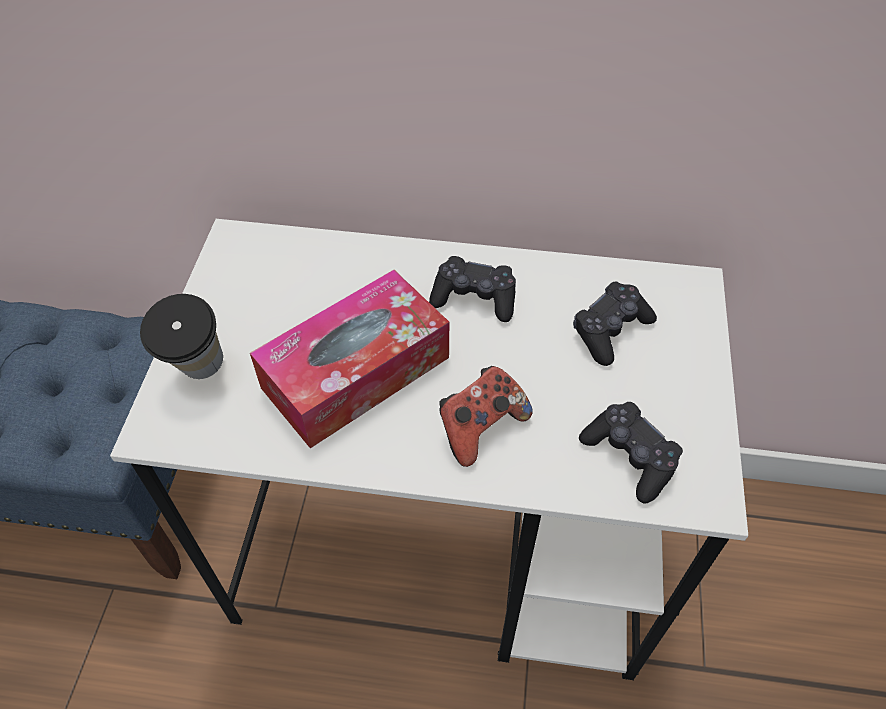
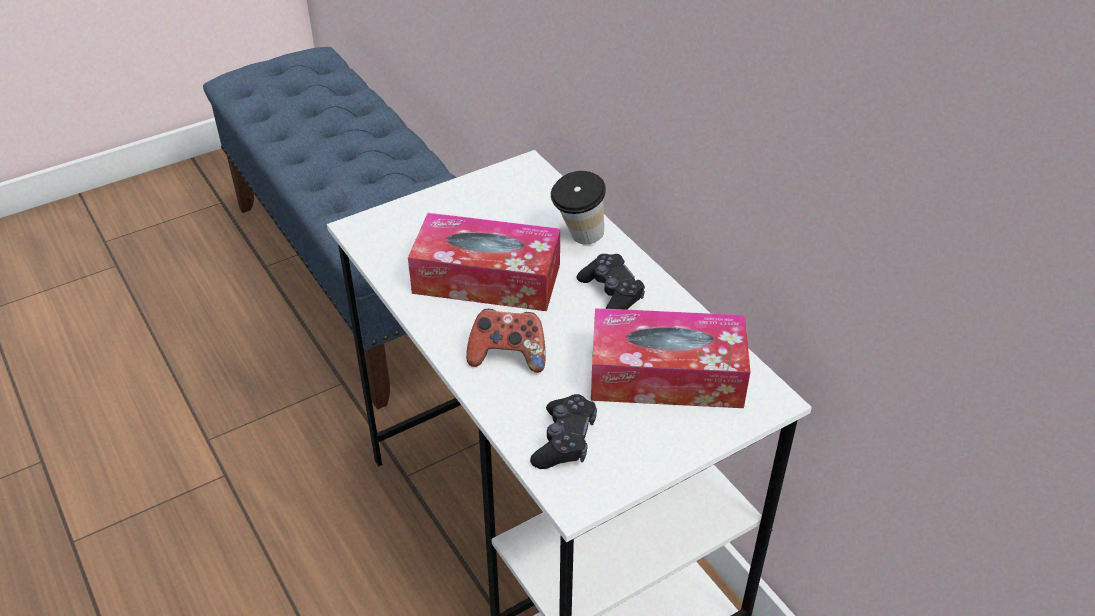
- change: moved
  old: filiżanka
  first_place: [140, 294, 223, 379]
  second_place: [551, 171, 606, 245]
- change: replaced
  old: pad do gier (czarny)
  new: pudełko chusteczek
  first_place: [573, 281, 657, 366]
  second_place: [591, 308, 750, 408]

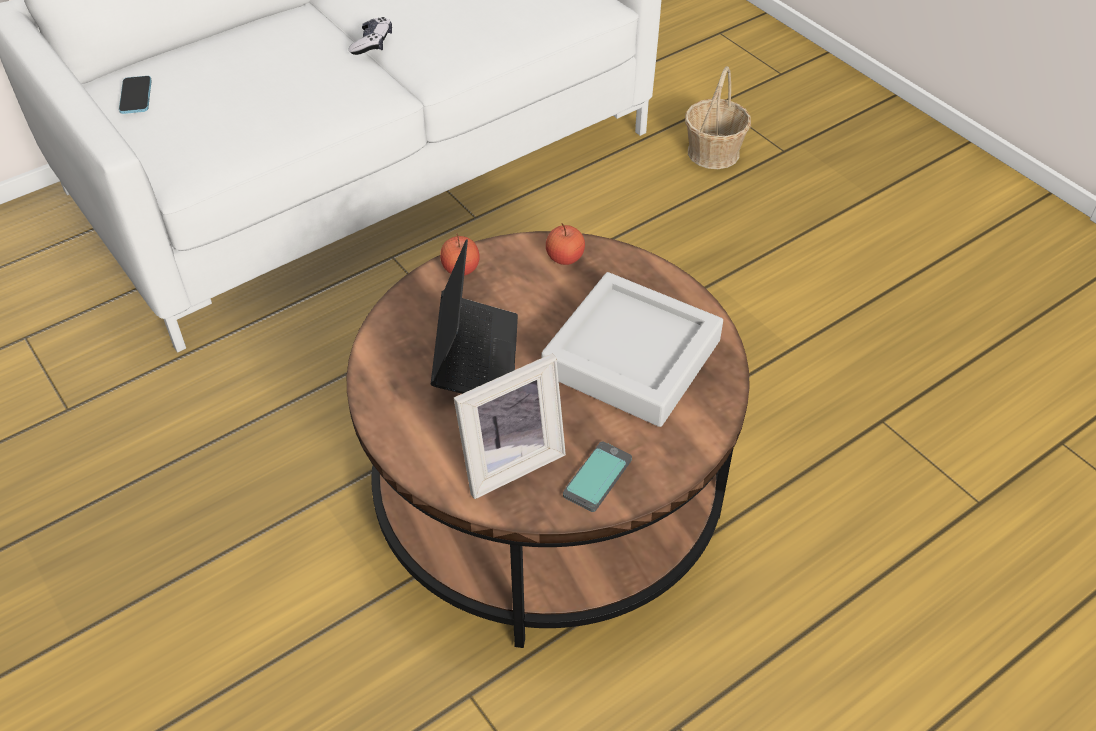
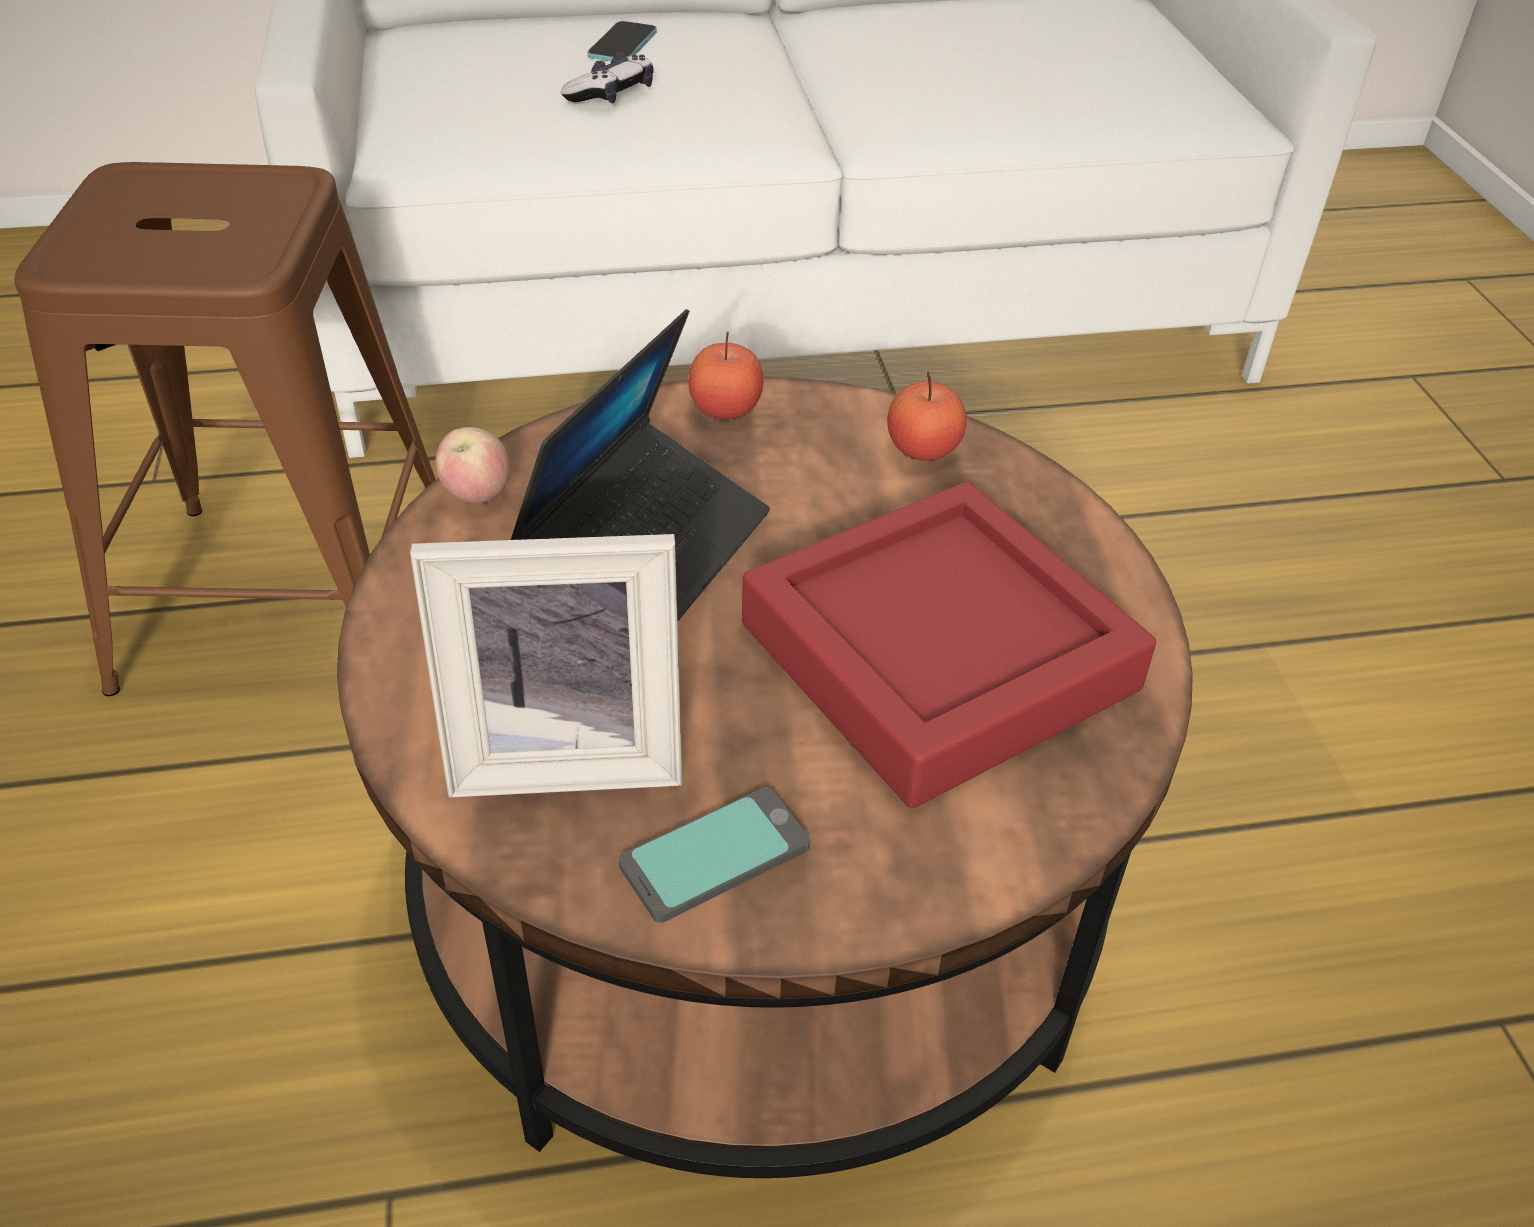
- change: removed
  old: koszyk
  first_place: [685, 66, 751, 169]
- change: added
  new: stołek (brązowy)
  second_place: [14, 162, 436, 696]
- change: added
  new: jabłko
  second_place: [435, 427, 510, 503]
- change: moved
  old: telefon
  first_place: [119, 76, 152, 114]
  second_place: [588, 21, 657, 61]
- change: moved
  old: pad do gier
  first_place: [349, 17, 392, 55]
  second_place: [561, 52, 654, 103]
- change: recoloured
  old: taca (szary)
  new: taca (czerwony)
  first_place: [541, 272, 723, 427]
  second_place: [742, 481, 1156, 808]

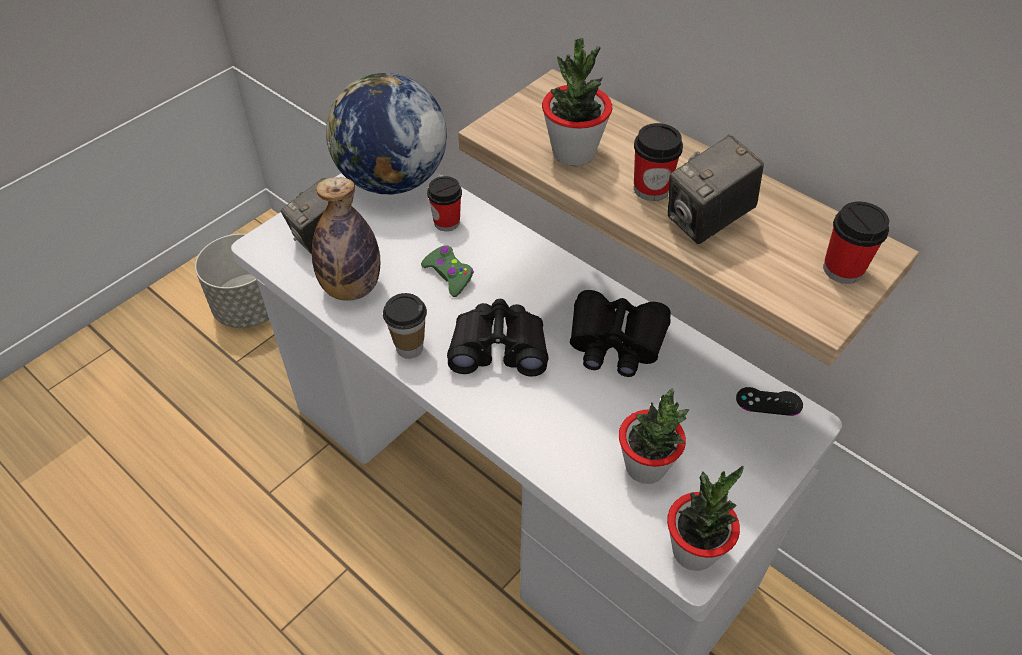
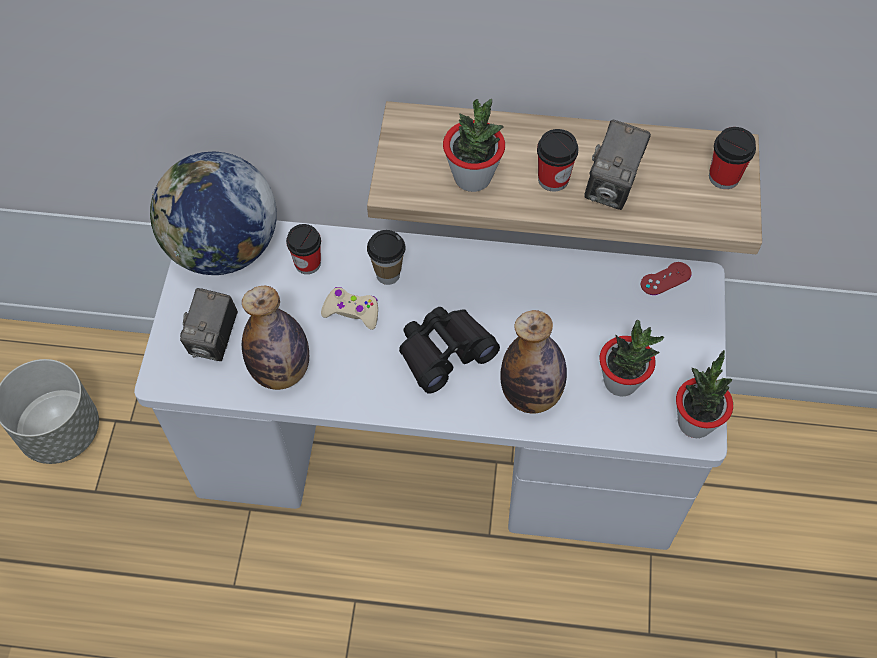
- change: removed
  old: lornetka (czarny)
  first_place: [570, 290, 671, 377]
- change: added
  new: butelka
  second_place: [500, 310, 567, 414]
- change: moved
  old: filiżanka
  first_place: [383, 293, 427, 359]
  second_place: [367, 230, 406, 285]
- change: recoloured
  old: pad do gier (zielony)
  new: pad do gier (beżowy)
  first_place: [421, 246, 474, 297]
  second_place: [321, 287, 378, 330]
- change: recoloured
  old: pad do gier (czarny)
  new: pad do gier (czerwony)
  first_place: [736, 387, 803, 416]
  second_place: [641, 262, 692, 295]

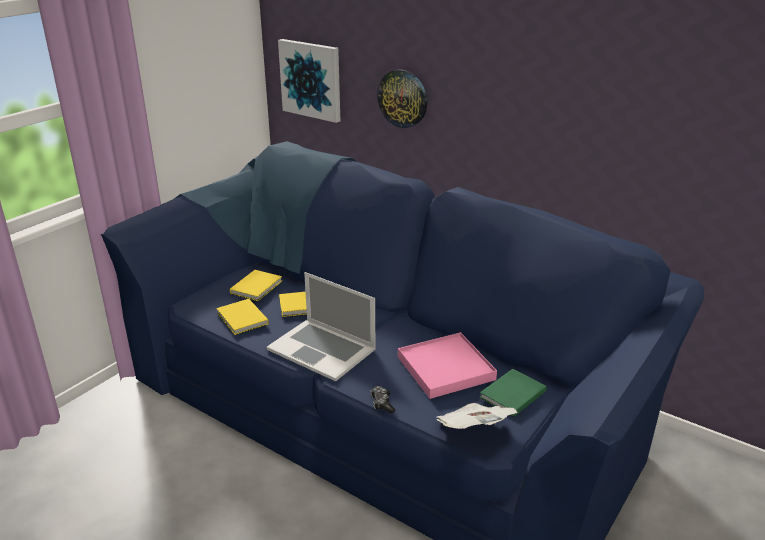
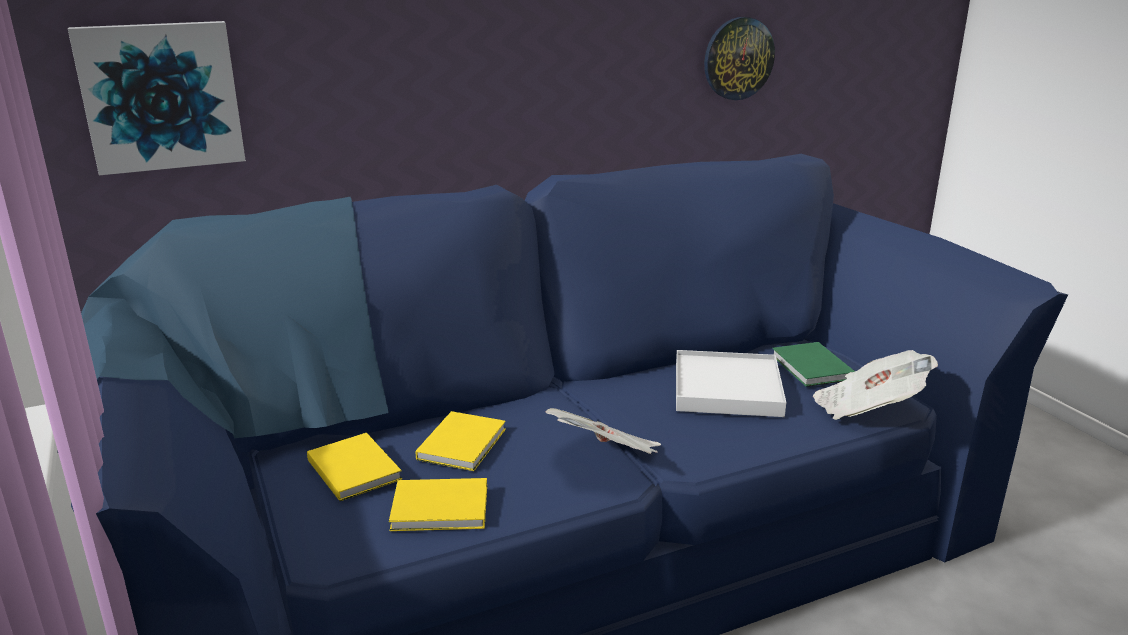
- change: removed
  old: pad do gier
  first_place: [370, 386, 395, 413]
- change: moved
  old: zegar ścienny
  first_place: [377, 69, 427, 128]
  second_place: [704, 17, 775, 100]
- change: replaced
  old: laptop
  new: gazeta
  first_place: [267, 272, 375, 381]
  second_place: [546, 408, 661, 454]
- change: recoloured
  old: taca (różowy)
  new: taca (biały)
  first_place: [398, 332, 497, 399]
  second_place: [676, 350, 786, 417]

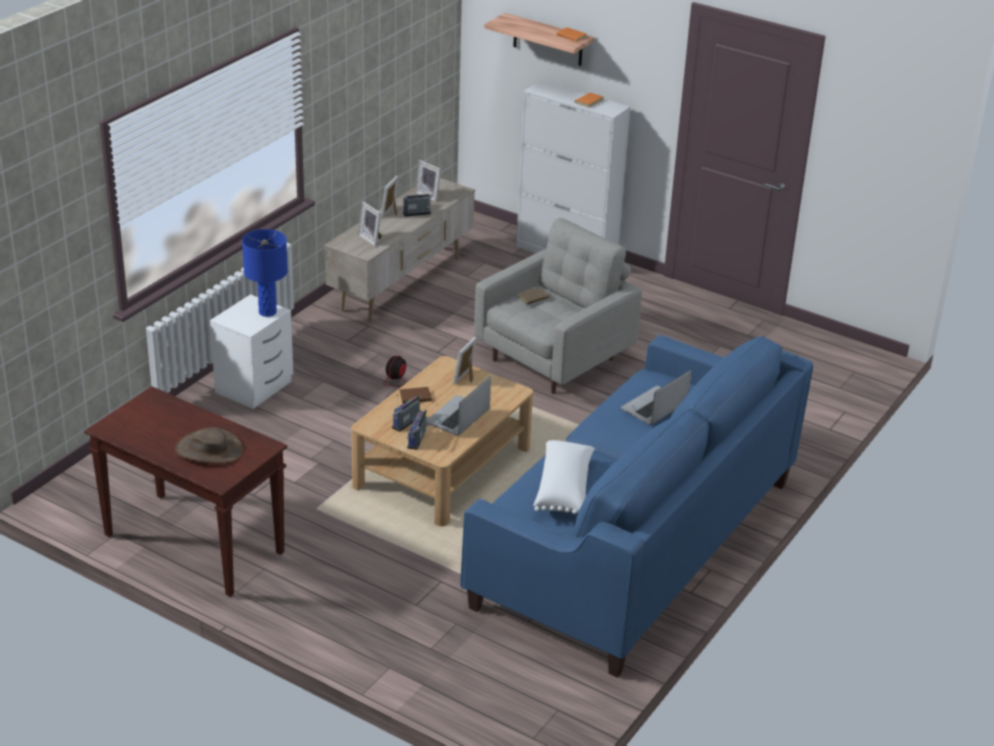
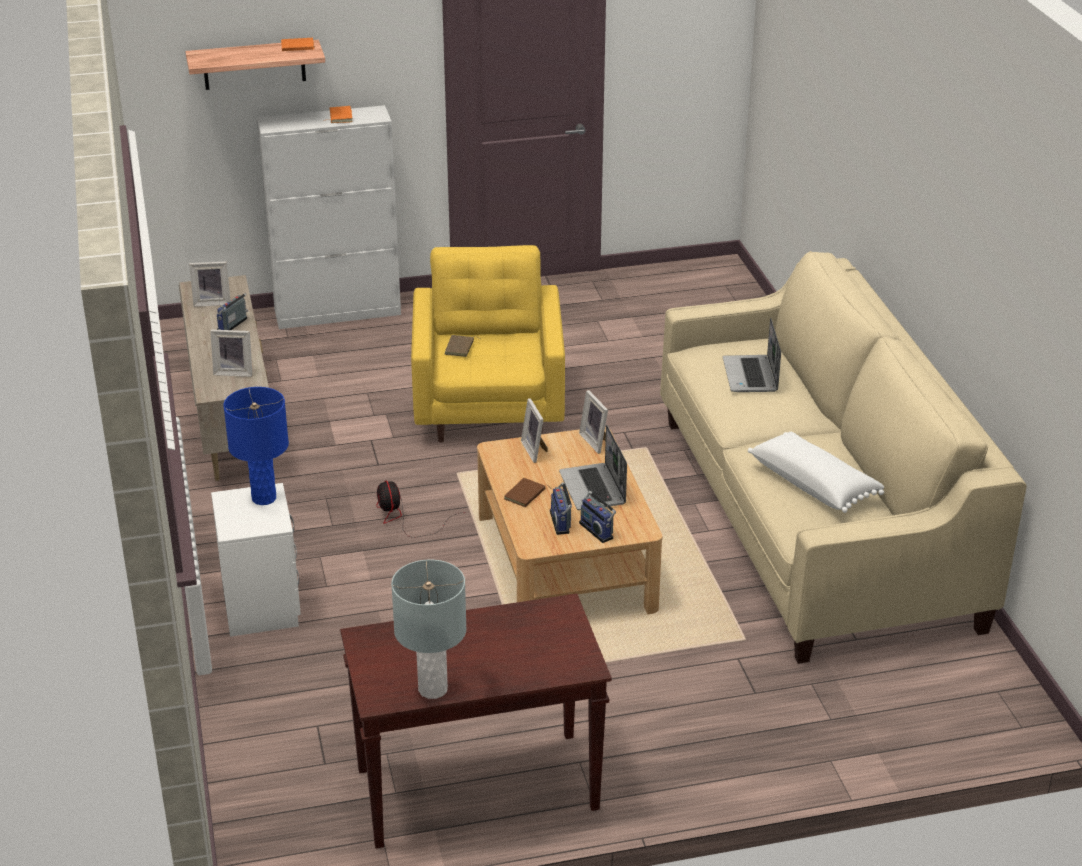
- change: removed
  old: kapelusz (brązowy)
  first_place: [175, 427, 243, 464]
- change: added
  new: lampa stołowa (szary)
  second_place: [391, 560, 467, 699]
- change: moved
  old: ramka na zdjęcie
  first_place: [381, 176, 398, 218]
  second_place: [579, 390, 608, 454]
- change: recoloured
  old: kanapa (niebieski)
  new: kanapa (beżowy)
  first_place: [460, 335, 813, 678]
  second_place: [660, 251, 1027, 664]
- change: recoloured
  old: fotel (szary)
  new: fotel (żółty)
  first_place: [474, 218, 642, 394]
  second_place: [411, 245, 565, 442]

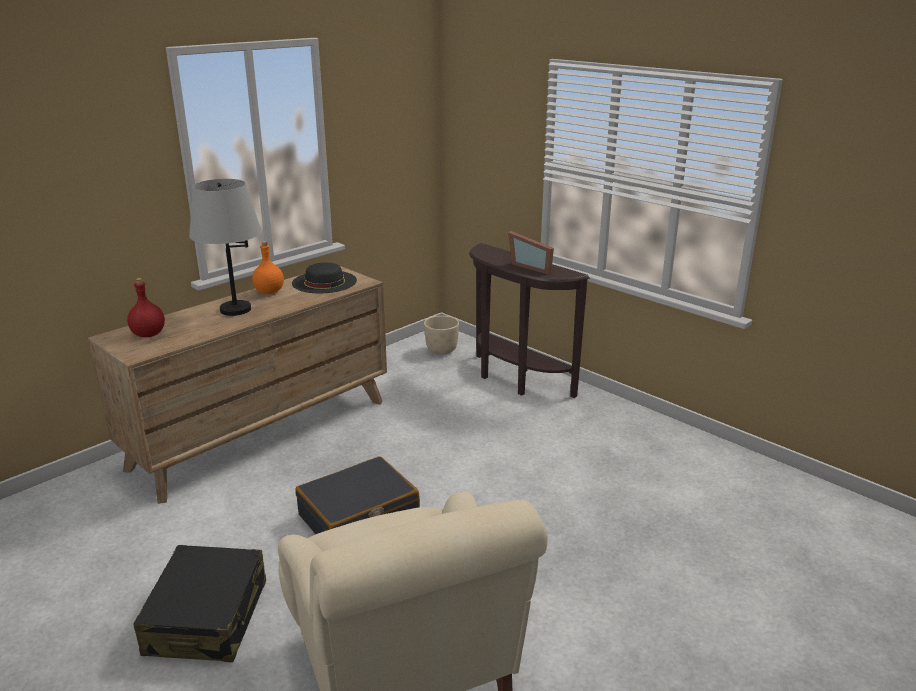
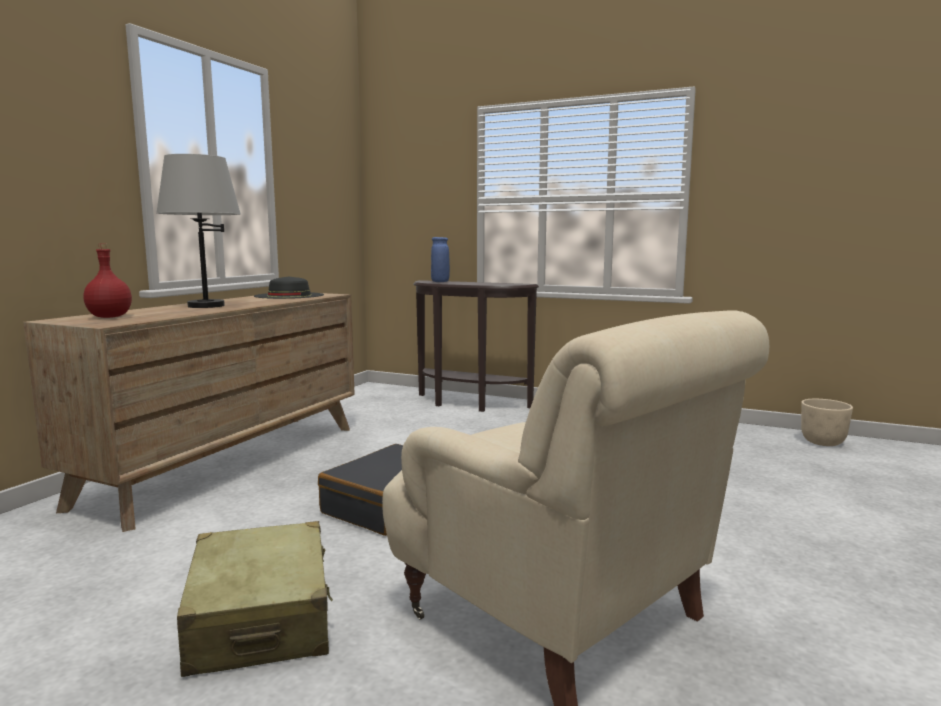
- change: removed
  old: butelka (pomarańczowy)
  first_place: [252, 241, 284, 294]
- change: removed
  old: ramka na zdjęcie
  first_place: [508, 231, 554, 274]
- change: added
  new: wazon (niebieski)
  second_place: [431, 237, 450, 282]
- change: moved
  old: donica (beżowy)
  first_place: [424, 316, 459, 355]
  second_place: [801, 399, 853, 446]
- change: recoloured
  old: walizka (czarny)
  new: walizka (beżowy)
  first_place: [133, 545, 266, 662]
  second_place: [177, 521, 333, 677]

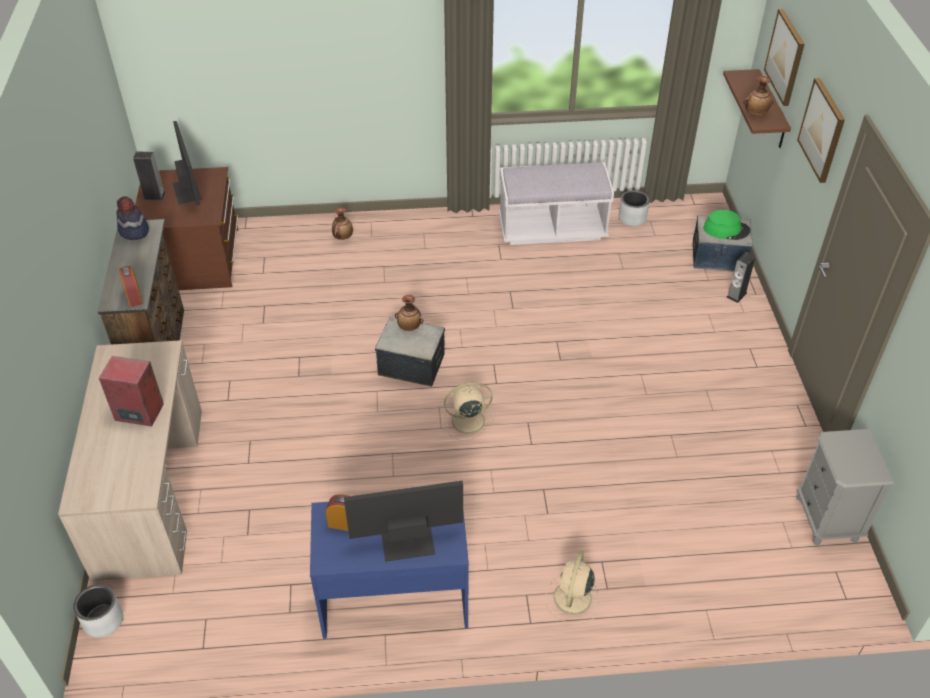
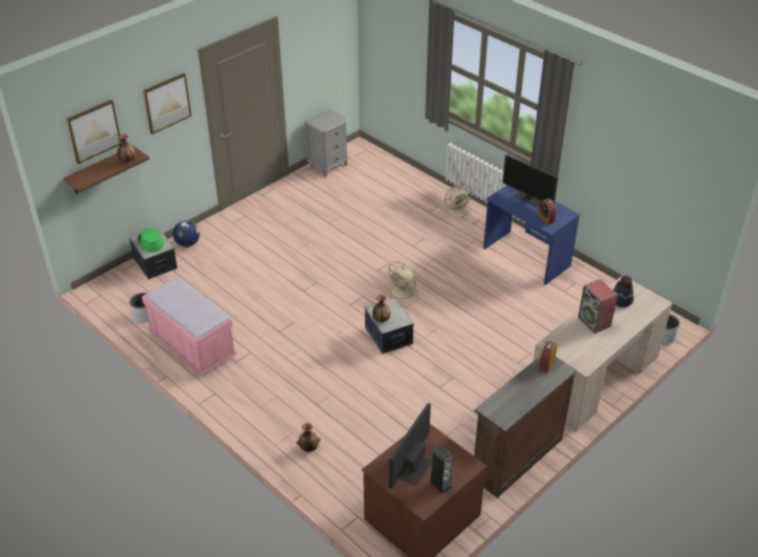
- change: moved
  old: kapelusz
  first_place: [117, 196, 149, 240]
  second_place: [613, 275, 634, 307]
- change: replaced
  old: głośnik
  new: globus
  first_place: [727, 252, 756, 303]
  second_place: [173, 221, 200, 247]
- change: recoloured
  old: ławka (biały)
  new: ławka (różowy)
  first_place: [499, 162, 614, 245]
  second_place: [142, 277, 236, 376]

